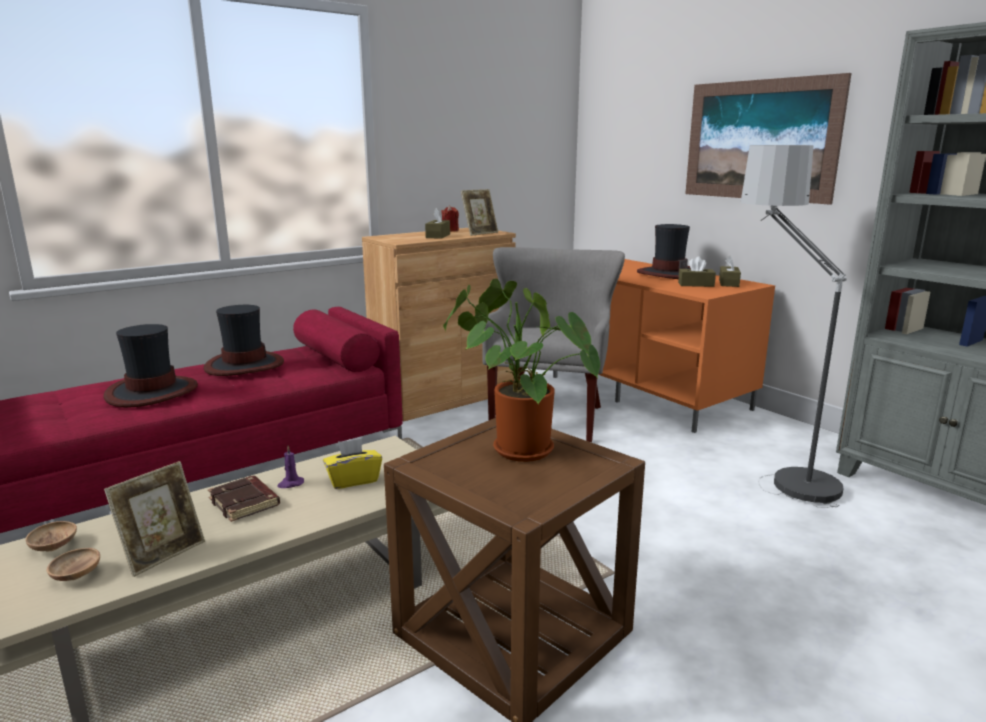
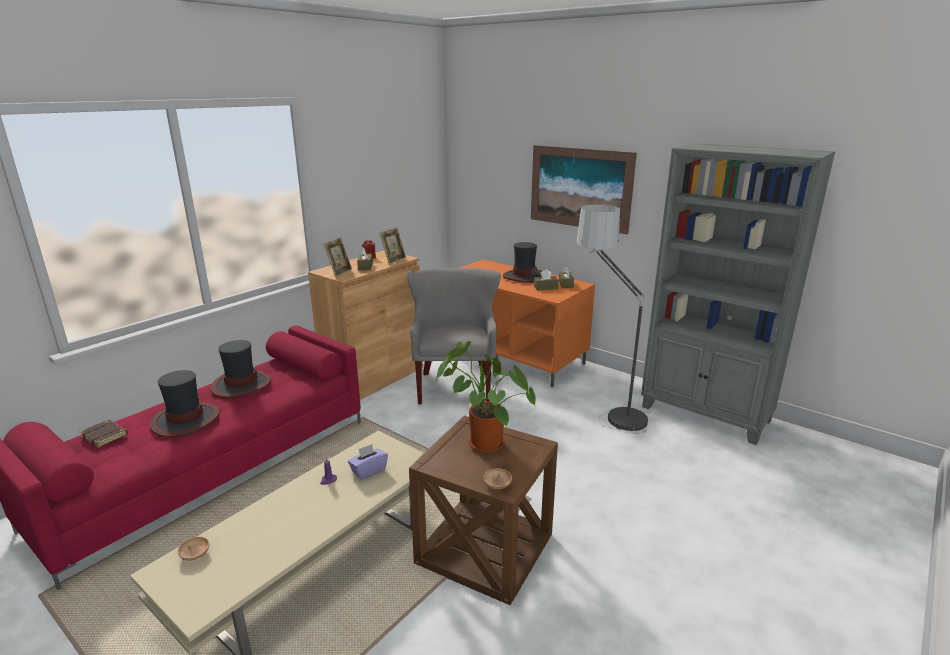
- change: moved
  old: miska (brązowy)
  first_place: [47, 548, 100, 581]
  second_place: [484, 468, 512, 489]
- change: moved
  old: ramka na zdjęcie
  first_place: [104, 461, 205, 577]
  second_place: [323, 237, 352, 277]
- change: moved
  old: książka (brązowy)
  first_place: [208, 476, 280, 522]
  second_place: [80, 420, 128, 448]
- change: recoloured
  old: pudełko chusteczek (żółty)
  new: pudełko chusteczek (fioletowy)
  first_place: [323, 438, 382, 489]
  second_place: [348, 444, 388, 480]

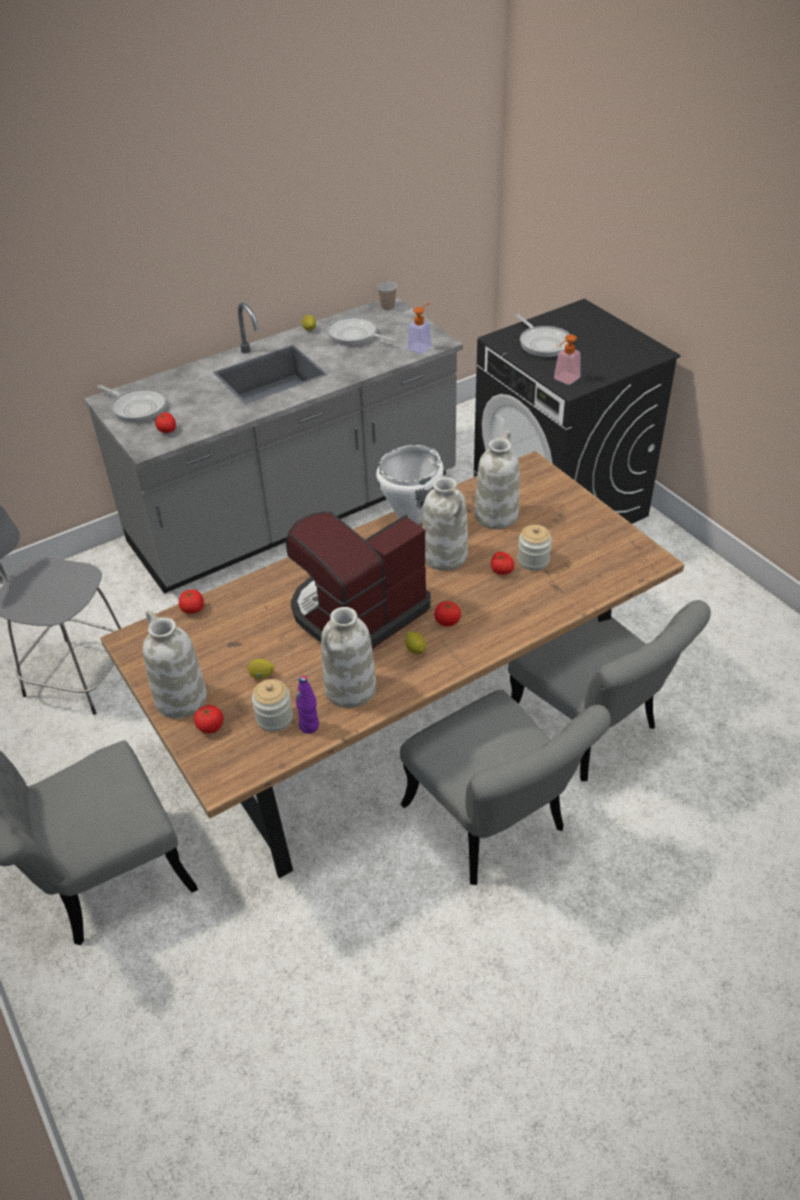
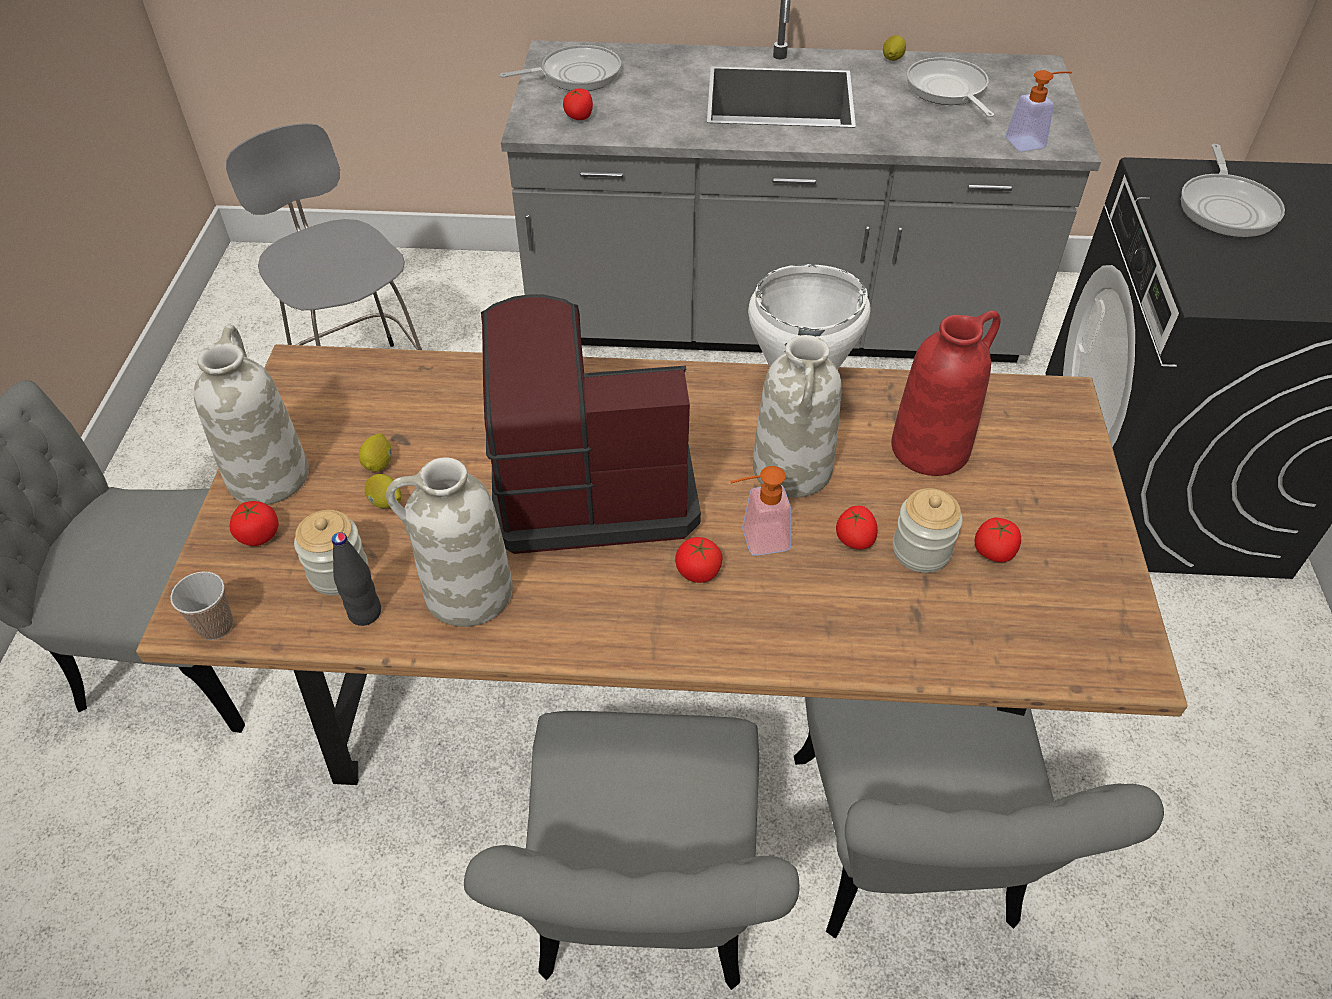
- change: moved
  old: pomidor
  first_place: [179, 590, 204, 614]
  second_place: [974, 518, 1021, 562]
- change: moved
  old: filiżanka
  first_place: [377, 282, 397, 310]
  second_place: [170, 571, 233, 640]
- change: moved
  old: cytryna
  first_place: [406, 632, 426, 654]
  second_place: [359, 433, 392, 472]
- change: moved
  old: dozownik mydła
  first_place: [554, 334, 581, 385]
  second_place: [730, 466, 791, 556]
- change: recoloured
  old: butelka (fioletowy)
  new: butelka (czarny)
  first_place: [296, 675, 319, 734]
  second_place: [332, 532, 381, 626]
- change: recoloured
  old: wazon (biały)
  new: wazon (czerwony)
  first_place: [475, 430, 520, 529]
  second_place: [891, 311, 1001, 476]
- change: turned
  old: patelnia
  first_place: [97, 385, 166, 423]
  second_place: [500, 45, 621, 91]
  degrees: -90

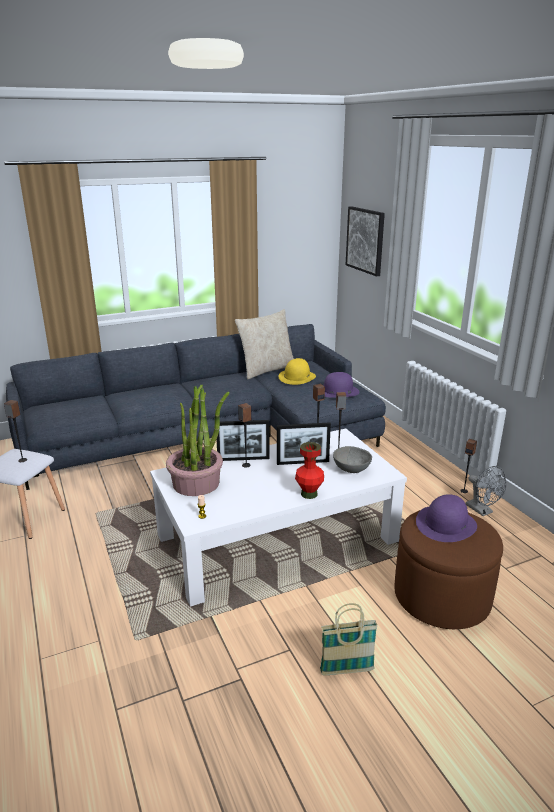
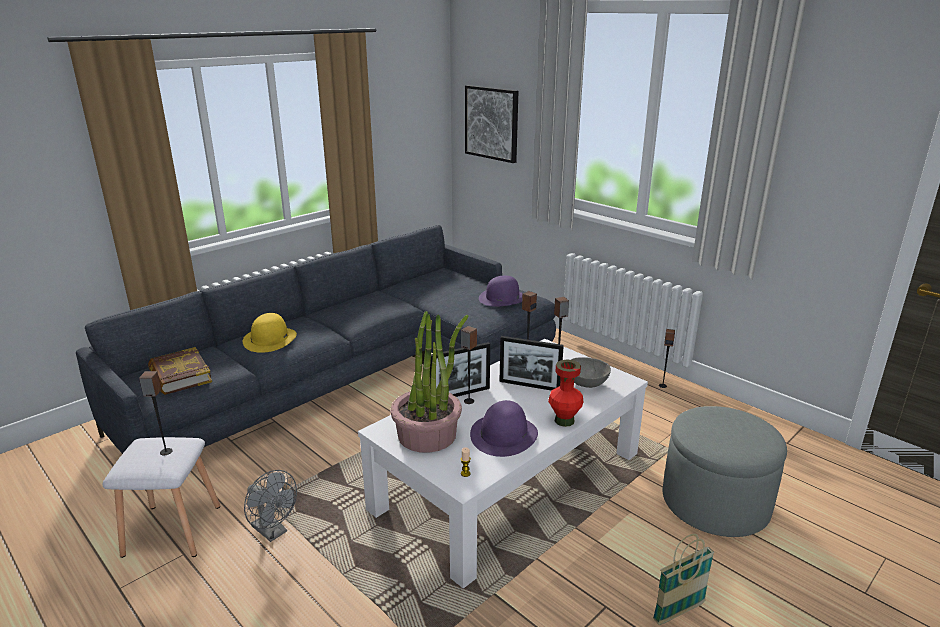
- change: removed
  old: poduszka (beżowy)
  first_place: [235, 309, 294, 379]
- change: added
  new: książka
  second_place: [148, 347, 212, 395]
- change: moved
  old: kapelusz (żółty)
  first_place: [278, 358, 316, 385]
  second_place: [243, 313, 297, 353]
- change: moved
  old: kapelusz (fioletowy)
  first_place: [416, 494, 477, 542]
  second_place: [470, 400, 538, 457]
- change: moved
  old: wentylator (szary)
  first_place: [466, 466, 507, 516]
  second_place: [244, 470, 297, 542]
- change: recoloured
  old: pufa (brązowy)
  new: pufa (szary)
  first_place: [394, 510, 503, 629]
  second_place: [663, 406, 787, 537]
- change: turned
  old: ramka na zdjęcie
  first_place: [277, 422, 331, 465]
  second_place: [499, 336, 564, 390]
  degrees: 45

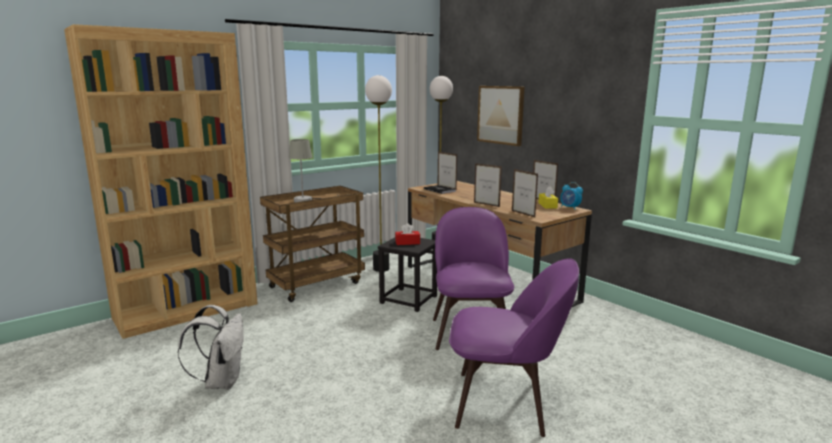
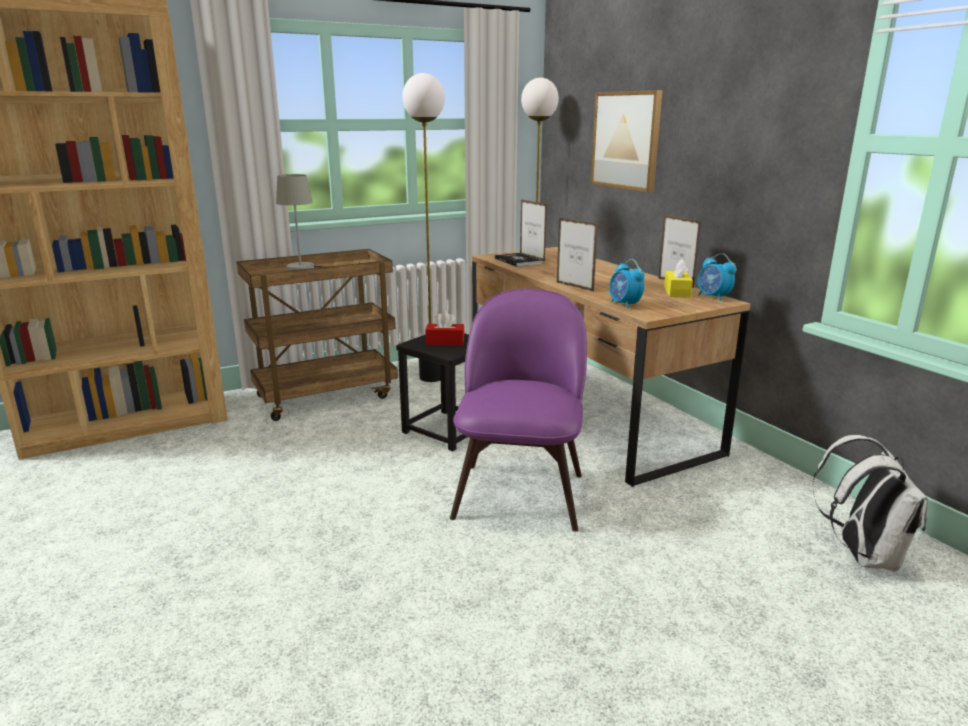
- change: removed
  old: krzesło (fioletowy)
  first_place: [449, 258, 579, 437]
- change: moved
  old: plecak (biały)
  first_place: [178, 305, 244, 390]
  second_place: [813, 435, 928, 572]
- change: replaced
  old: ramka na zdjęcie
  new: budzik
  first_place: [512, 169, 538, 218]
  second_place: [609, 259, 645, 309]

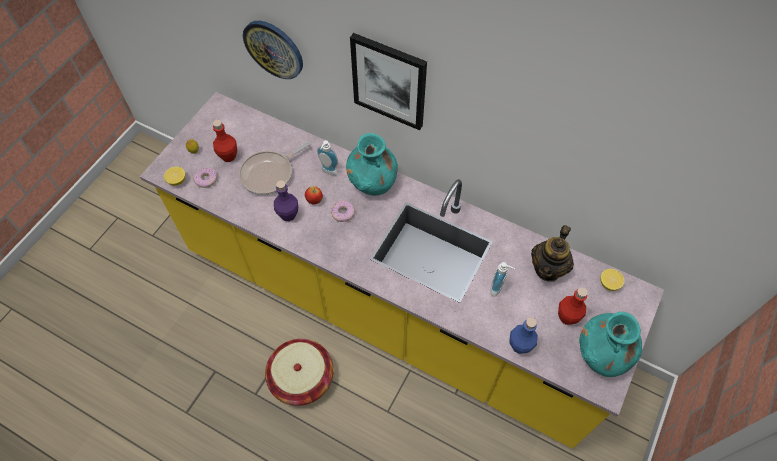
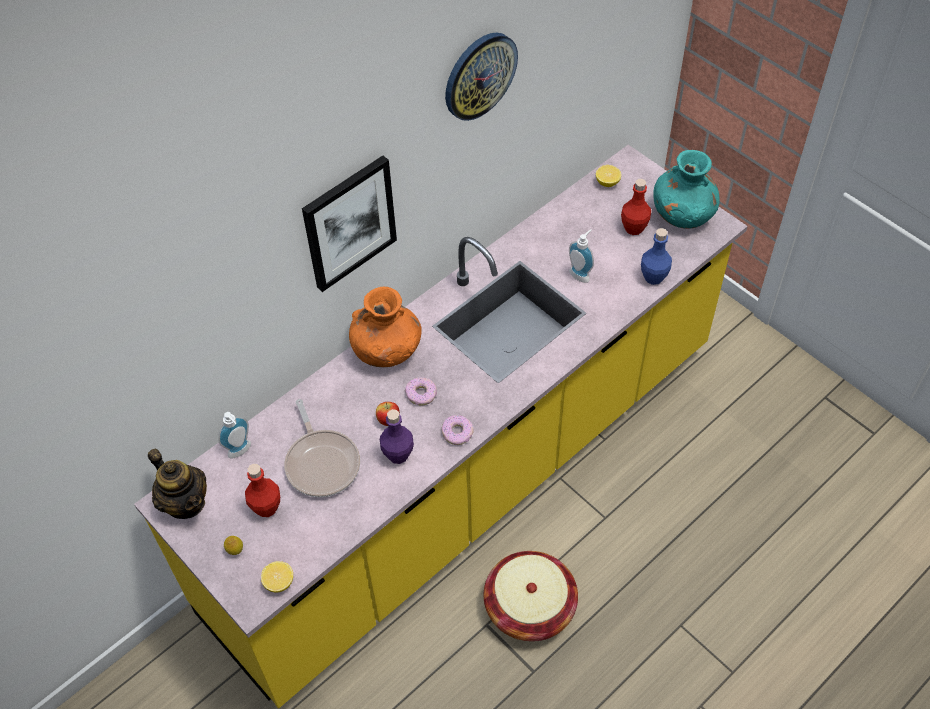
- change: moved
  old: donut
  first_place: [193, 168, 217, 188]
  second_place: [441, 415, 474, 445]
- change: moved
  old: zegar ścienny
  first_place: [243, 21, 303, 79]
  second_place: [445, 32, 518, 121]
- change: moved
  old: dozownik mydła
  first_place: [317, 140, 338, 175]
  second_place: [218, 412, 251, 459]
- change: moved
  old: imbryk
  first_place: [531, 225, 574, 282]
  second_place: [148, 449, 207, 519]
- change: recoloured
  old: wazon (turkusowy)
  new: wazon (pomarańczowy)
  first_place: [346, 133, 398, 195]
  second_place: [349, 287, 422, 367]

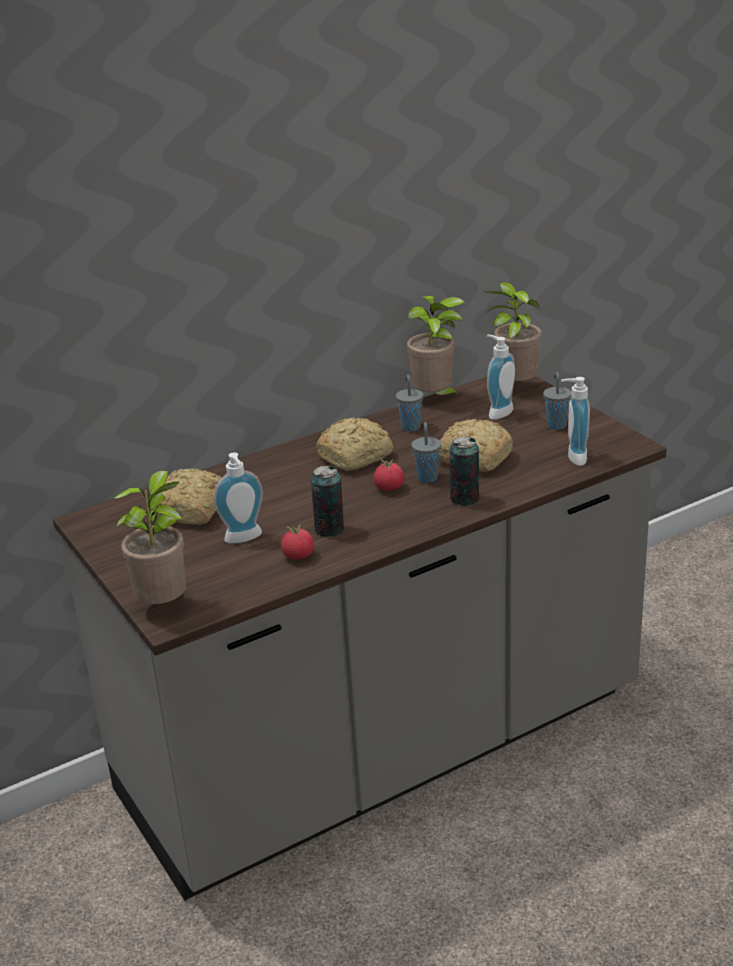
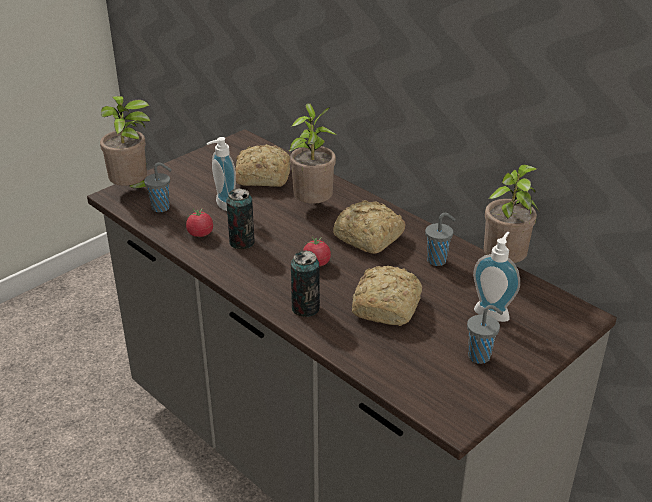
- change: removed
  old: dozownik mydła
  first_place: [561, 377, 590, 466]
- change: moved
  old: filiżanka (szary)
  first_place: [411, 422, 441, 483]
  second_place: [144, 163, 172, 212]
- change: moved
  old: roślina doniczkowa
  first_place: [483, 282, 542, 381]
  second_place: [289, 103, 336, 204]

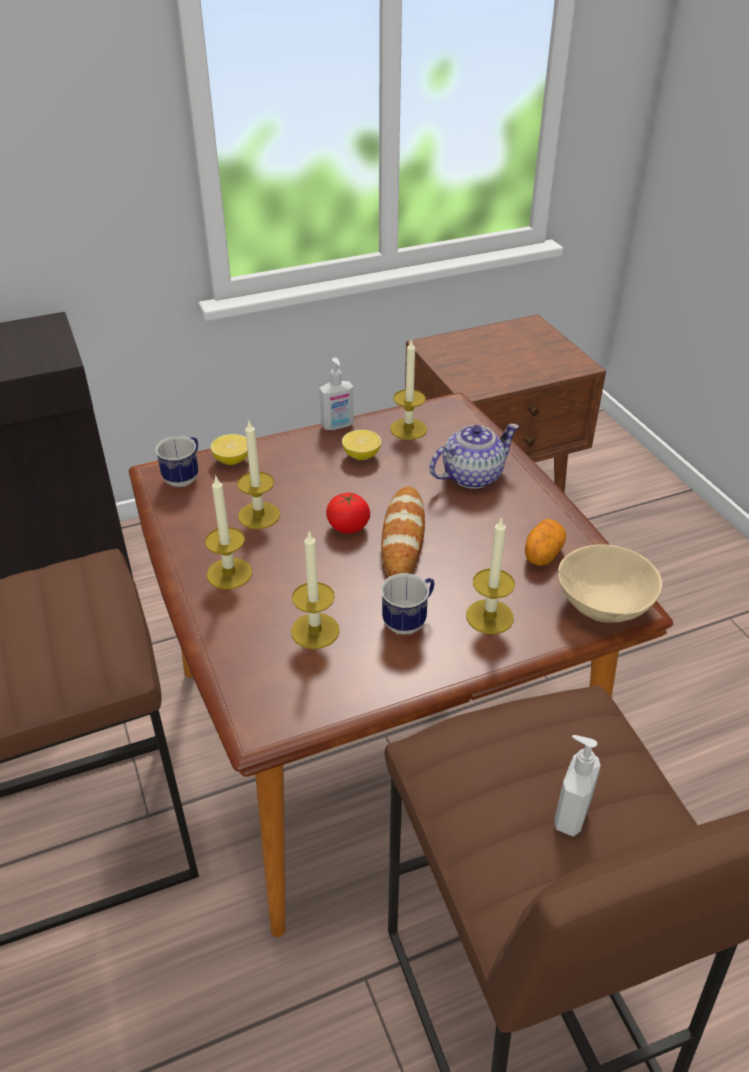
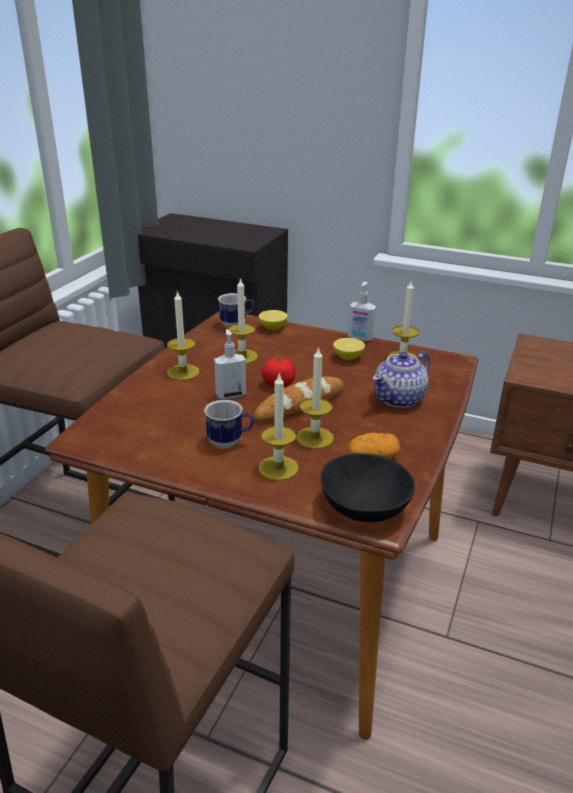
- change: moved
  old: świeca
  first_place: [291, 530, 340, 649]
  second_place: [296, 346, 334, 449]
- change: moved
  old: dozownik mydła
  first_place: [554, 735, 601, 837]
  second_place: [214, 329, 246, 399]
- change: recoloured
  old: miska (beżowy)
  new: miska (czarny)
  first_place: [558, 544, 663, 623]
  second_place: [321, 453, 415, 522]
- change: turned
  old: imbryk
  first_place: [430, 423, 519, 489]
  second_place: [373, 351, 430, 408]
  degrees: 120

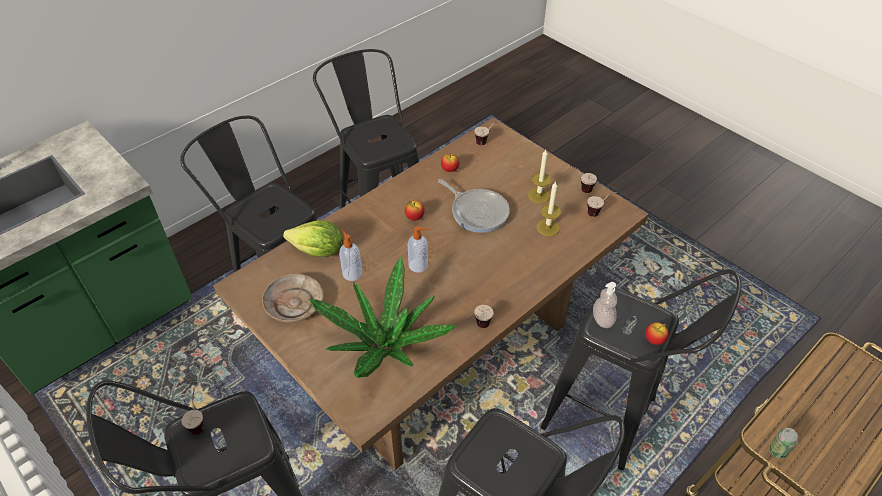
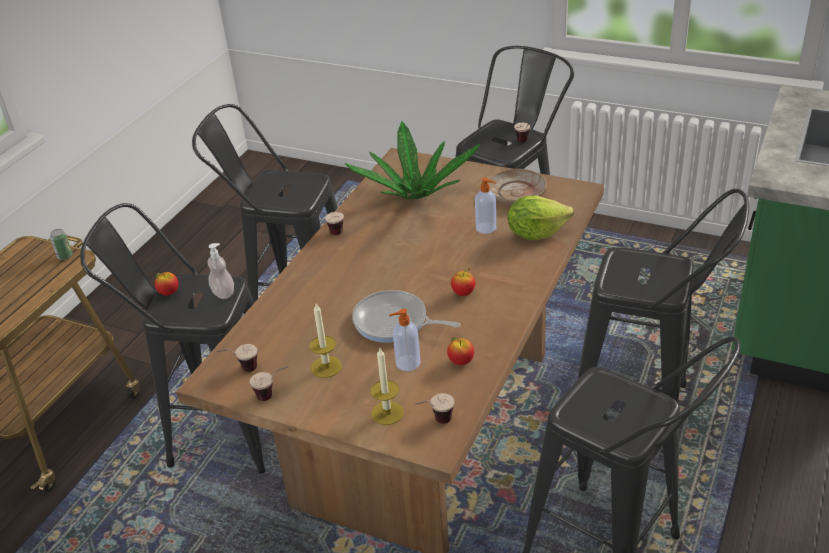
- change: moved
  old: dozownik mydła
  first_place: [408, 226, 429, 273]
  second_place: [389, 308, 420, 371]
- change: moved
  old: świeca
  first_place: [536, 181, 561, 236]
  second_place: [371, 348, 404, 425]

